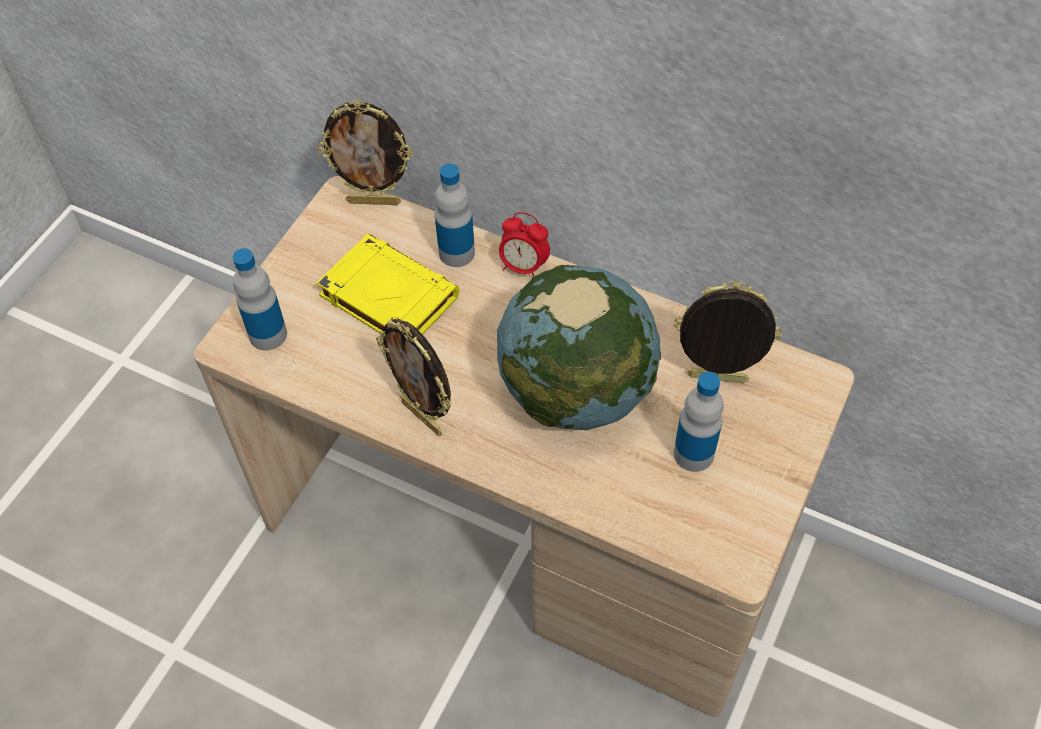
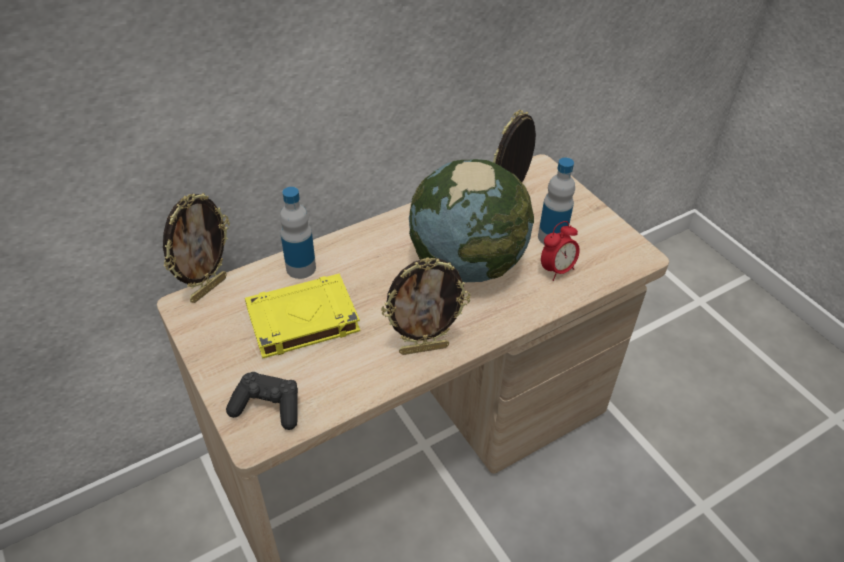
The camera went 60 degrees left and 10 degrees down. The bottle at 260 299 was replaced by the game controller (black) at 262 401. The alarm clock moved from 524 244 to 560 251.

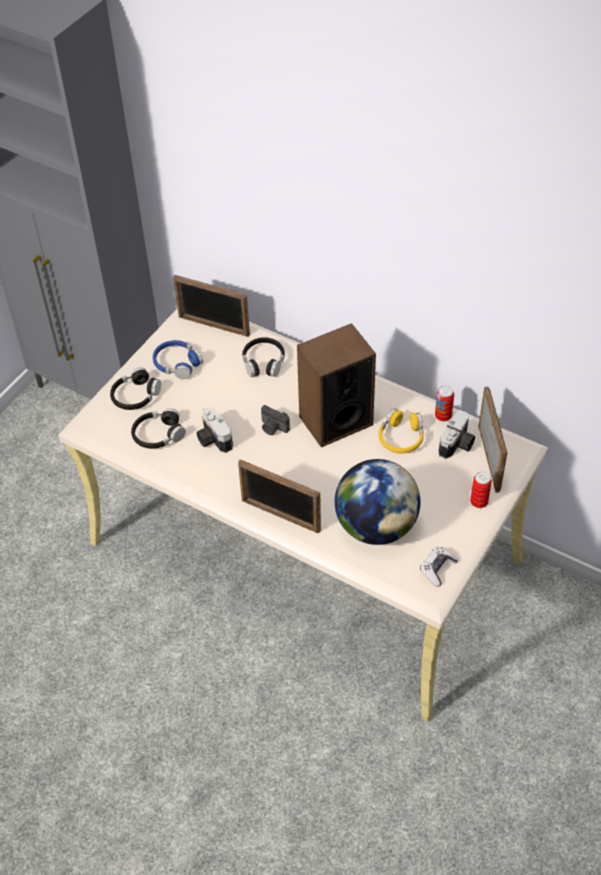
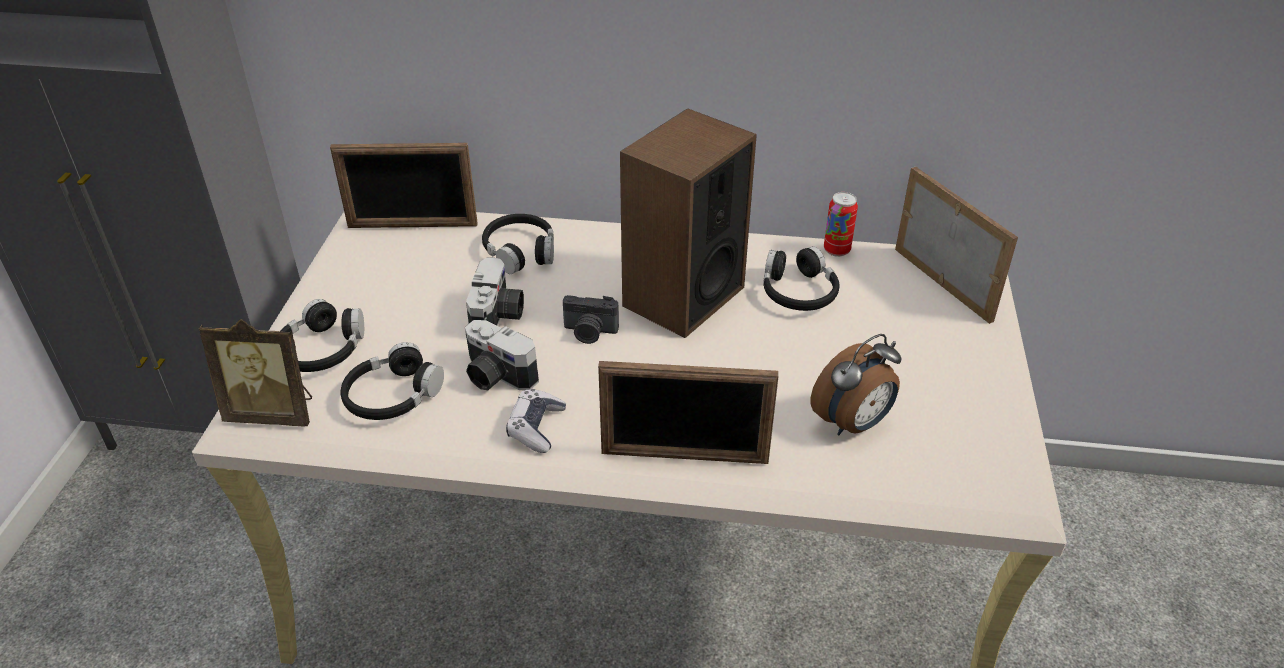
The camera went 25 degrees left and 10 degrees down. The headphones (blue) at 178 359 disappeared. The globe at 377 502 was replaced by the alarm clock at 856 385. The headphones (yellow) at 401 430 became the headphones (black) at 801 278. The game controller moved from 439 566 to 536 421. The photo camera moved from 457 434 to 495 291. The can at 481 489 disappeared. The picture frame at 255 373 appeared.

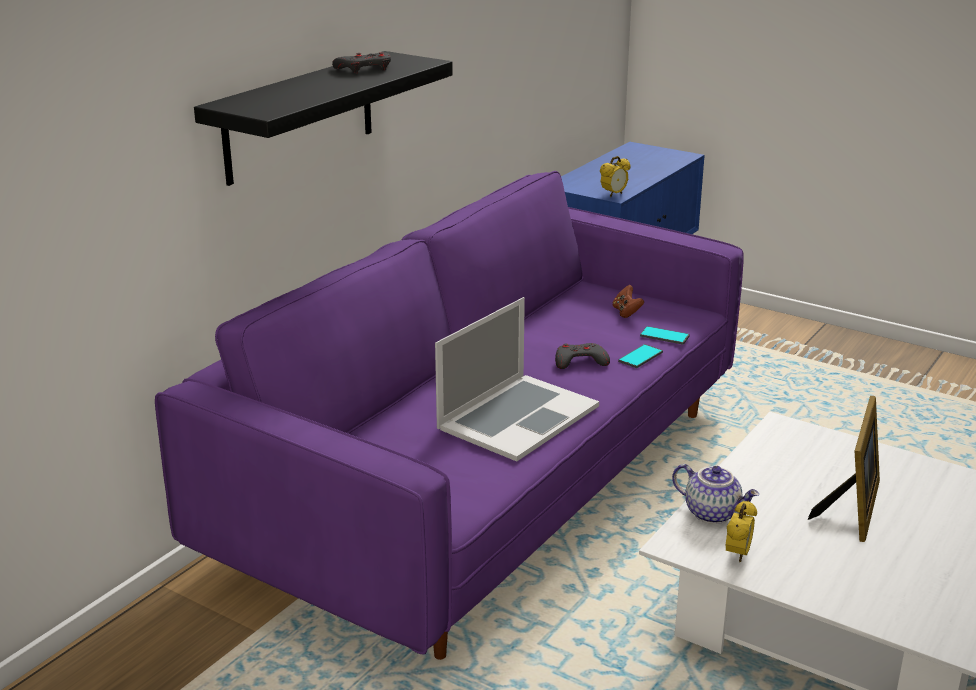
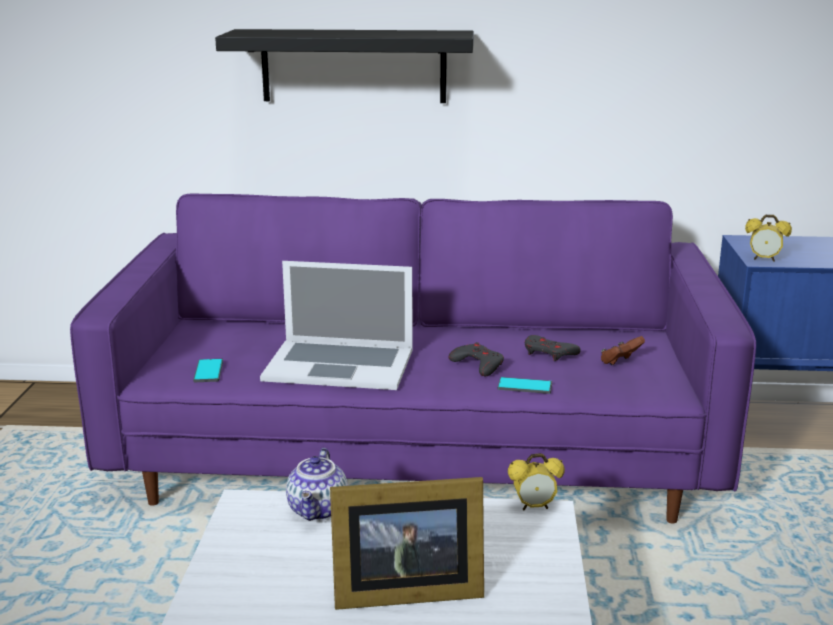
The camera went 60 degrees right and 5 degrees down. The game controller (grey) moved from 361 63 to 553 348. The phone moved from 665 335 to 208 370. The alarm clock moved from 741 531 to 536 481.

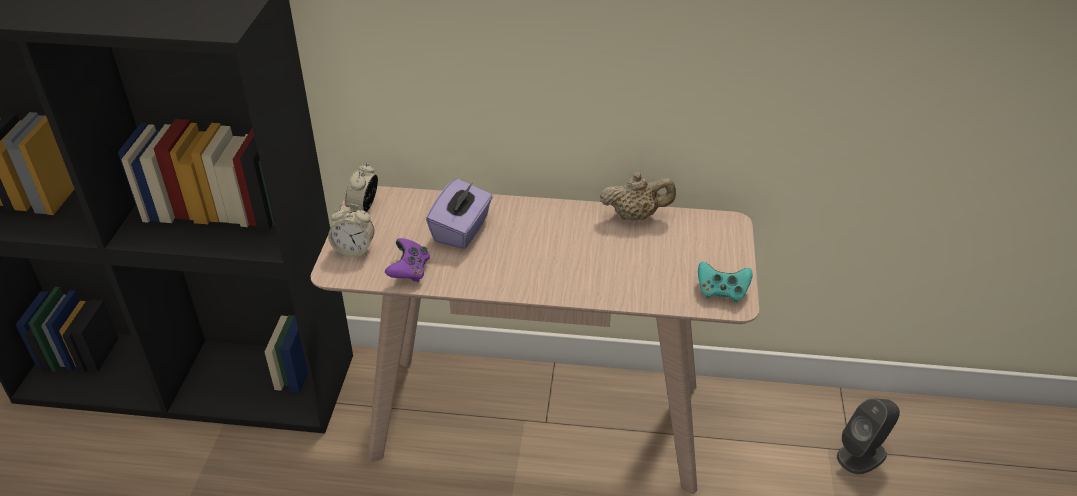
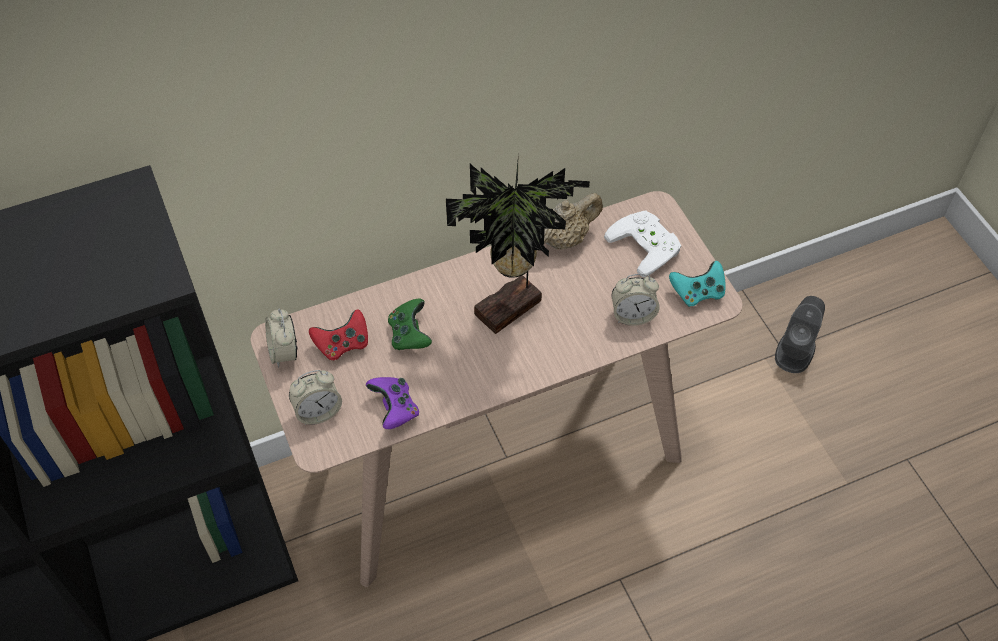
The camera went 30 degrees left and 15 degrees up. The tissue box (purple) at 459 214 was replaced by the game controller (green) at 410 324. The game controller (red) at 338 335 appeared. The potted plant at 518 242 appeared. The game controller (white) at 642 244 appeared. The alarm clock at 636 300 appeared.

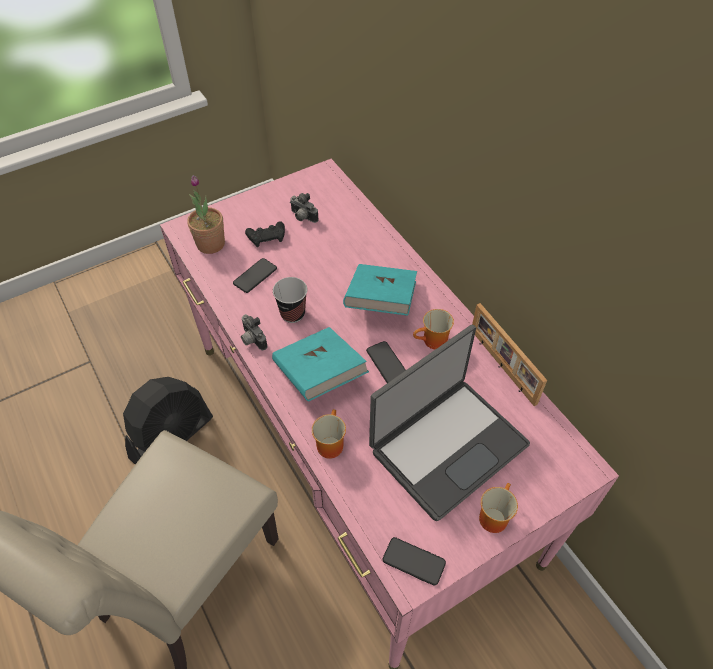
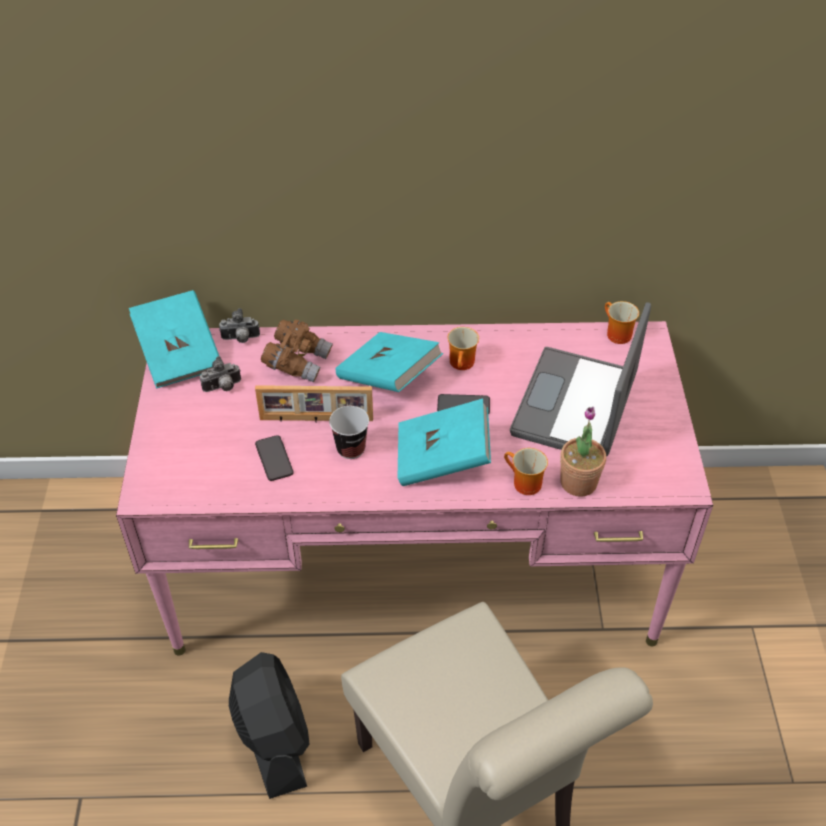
The camera went 60 degrees left and 5 degrees down. The potted plant moved from 206 214 to 583 452. The photo camera moved from 254 332 to 239 325. The game controller (black) at 265 234 disappeared. The laptop at 449 423 turned 150 degrees counterclockwise. The phone at 414 561 disappeared. The picture frame moved from 509 354 to 314 403. The mug moved from 498 508 to 622 322. The book (turquoise) at 174 339 appeared. The binoculars (brown) at 297 351 appeared.

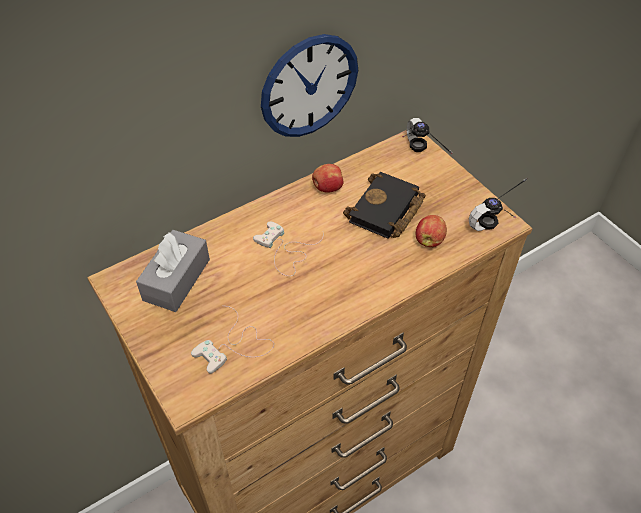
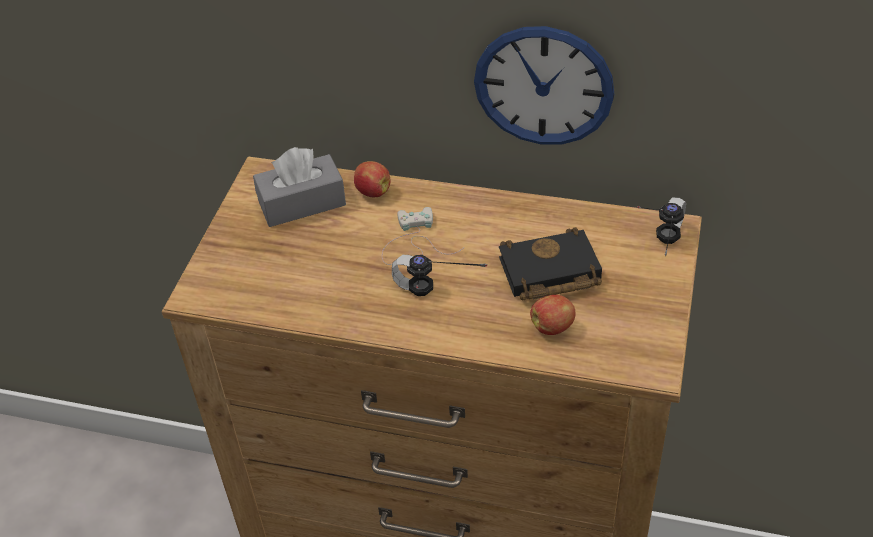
The camera went 50 degrees right and 5 degrees down. The game controller (white) at 232 340 disappeared. The apple moved from 328 178 to 372 179. The headphones moved from 498 204 to 439 275.

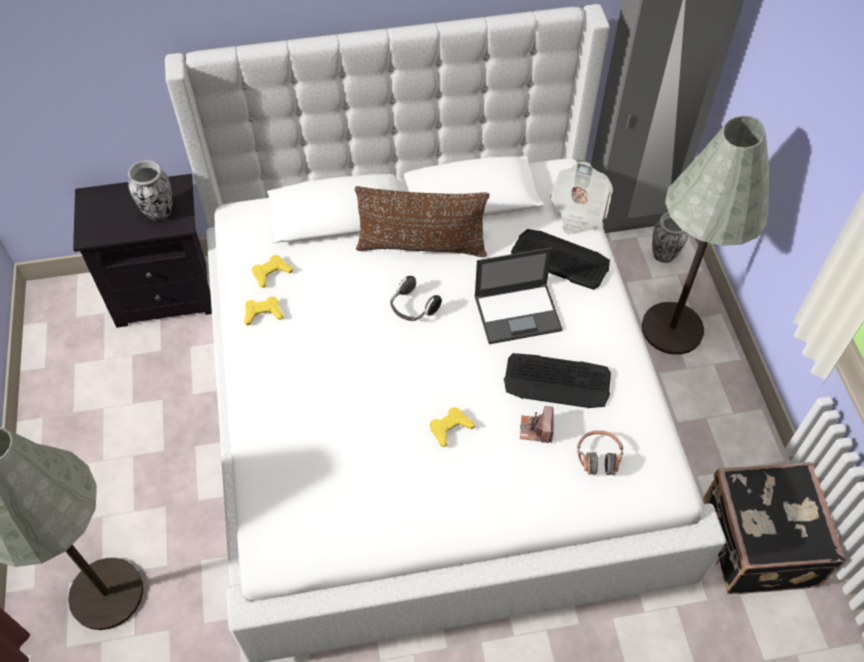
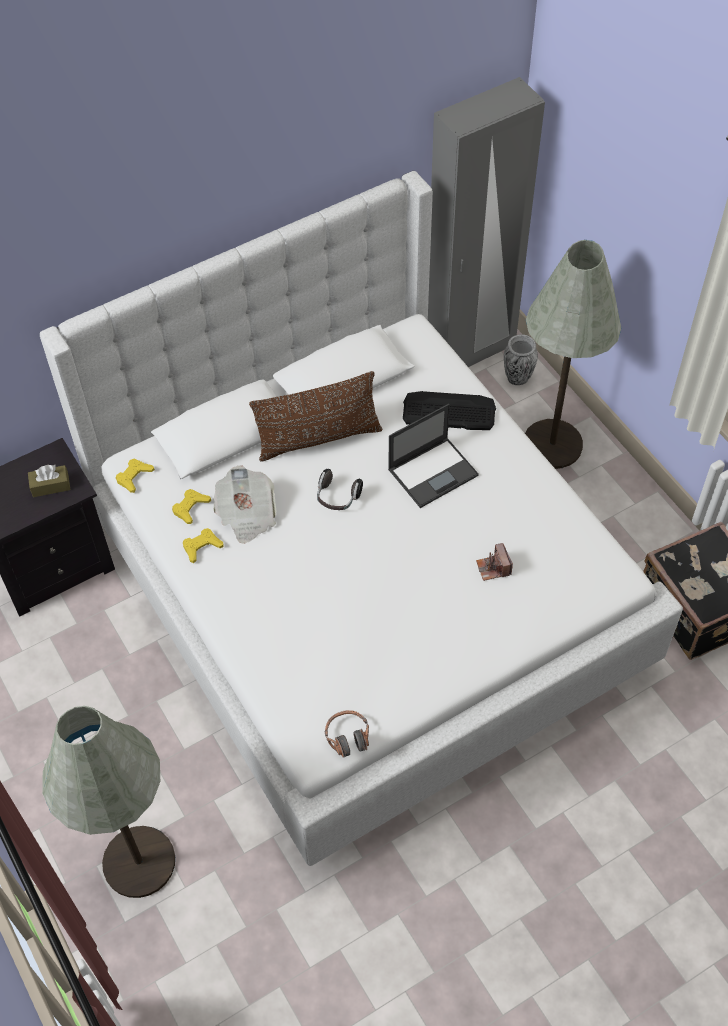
The camera went 20 degrees left and 0 degrees up. The vase at 150 190 was replaced by the tissue box (brown) at 49 481. The game controller (yellow) moved from 452 427 to 135 476. The keyboard at 557 380 disappeared. The newspaper moved from 581 198 to 244 505. The headphones moved from 600 453 to 347 734.

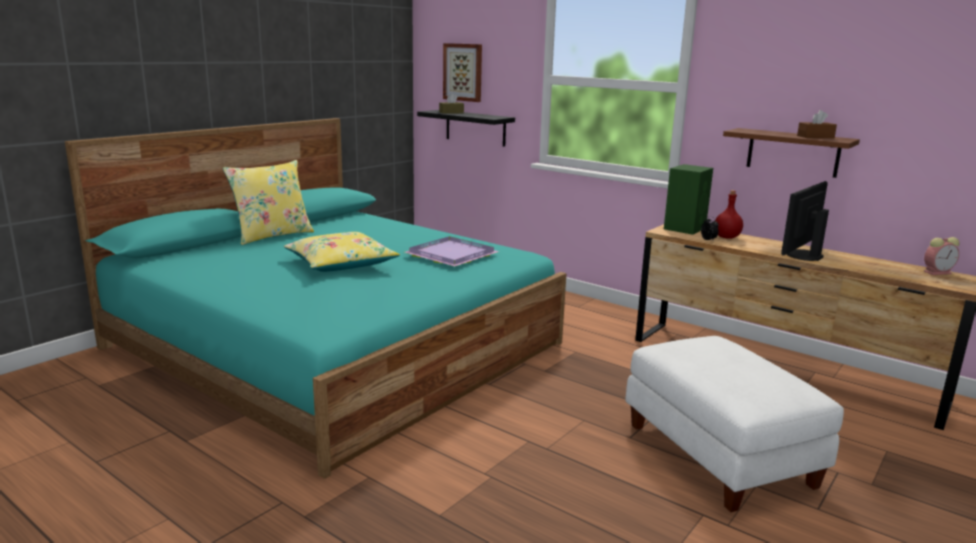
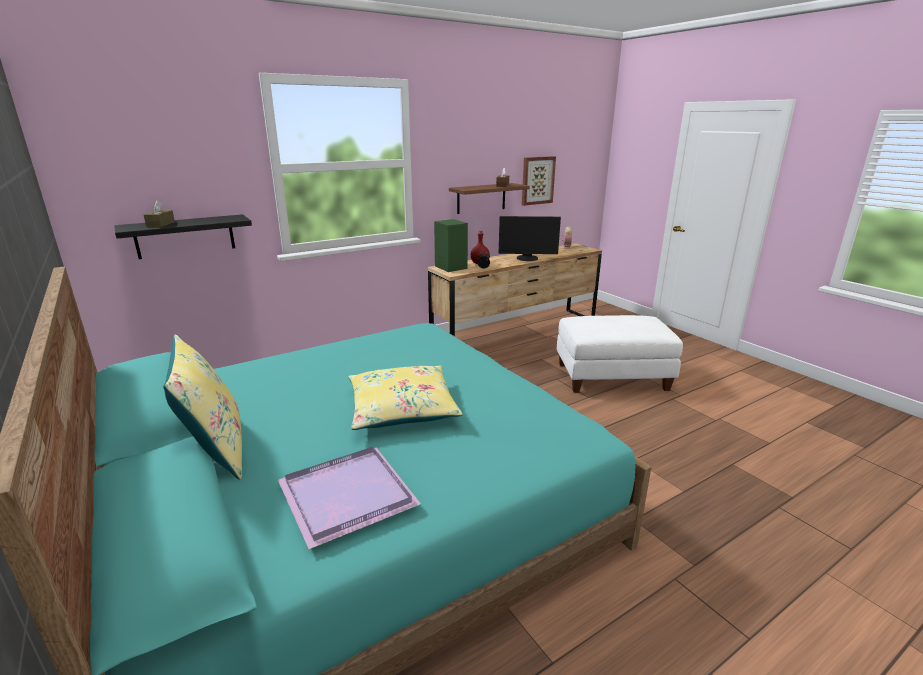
The camera went 70 degrees left and 5 degrees up. The tray (purple) moved from 451 251 to 349 498. The picture moved from 462 72 to 539 181. The monitor at 805 221 turned 60 degrees counterclockwise.

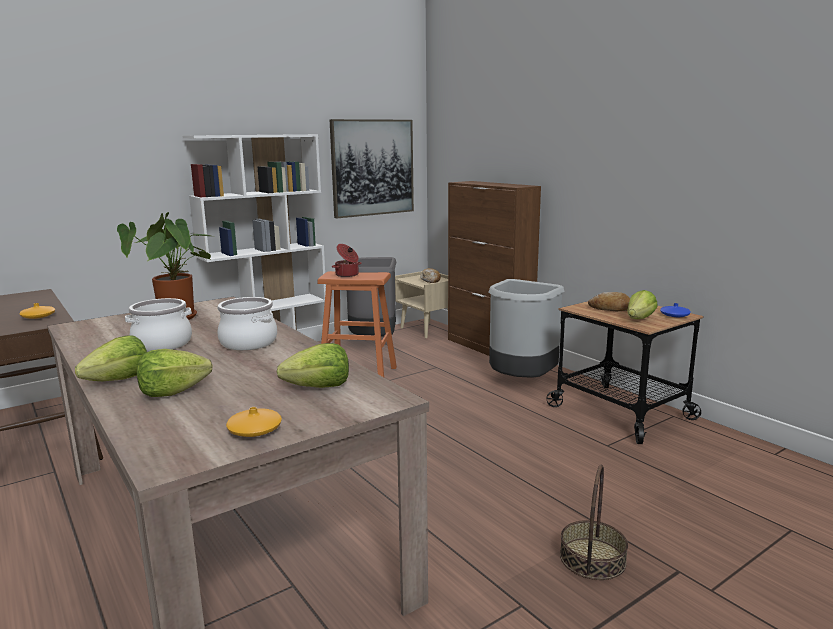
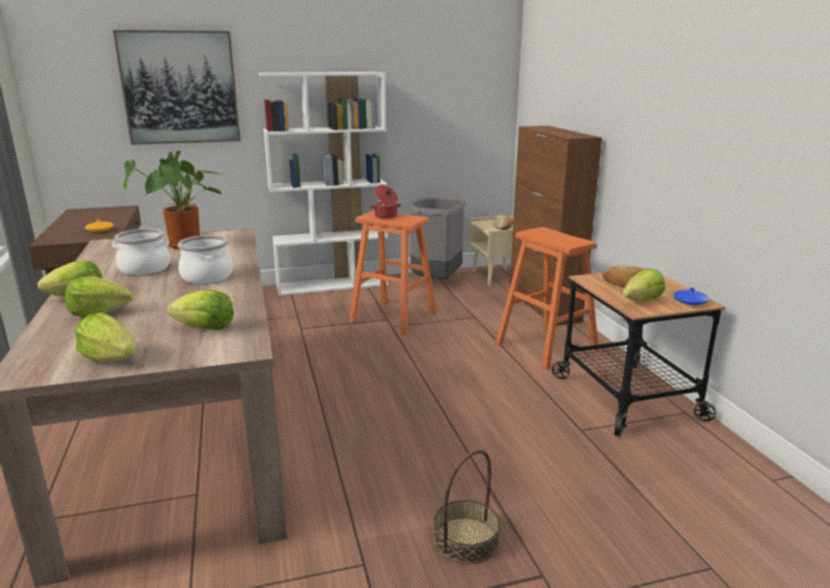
The camera went 20 degrees right and 5 degrees up. The vase (orange) at 254 422 was replaced by the lettuce at 105 337. The picture moved from 372 168 to 176 87. The trash can (grey) at 527 328 was replaced by the stool (orange) at 547 298.

